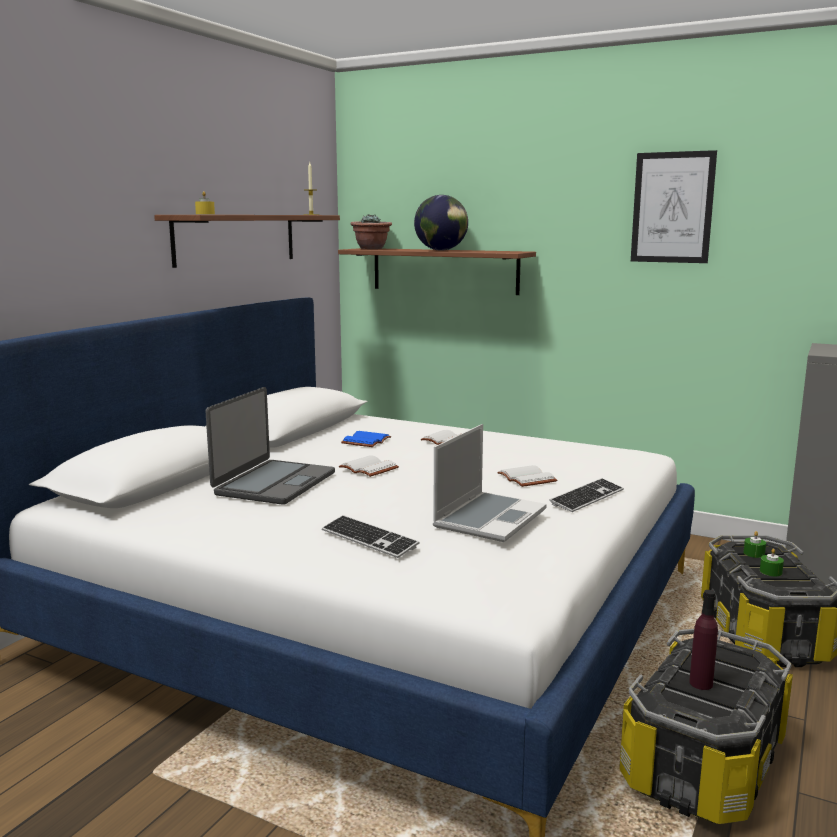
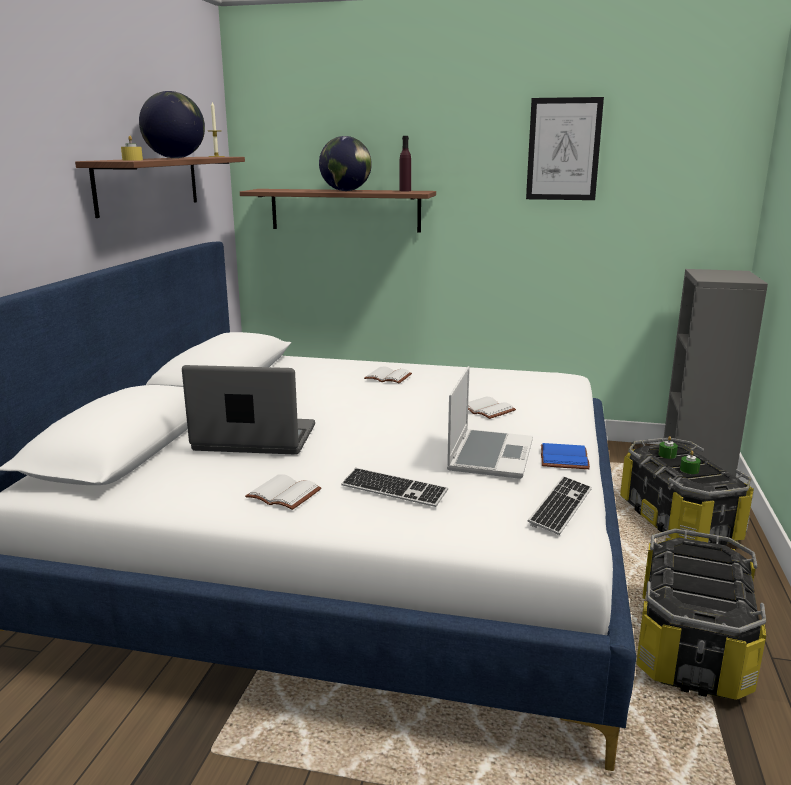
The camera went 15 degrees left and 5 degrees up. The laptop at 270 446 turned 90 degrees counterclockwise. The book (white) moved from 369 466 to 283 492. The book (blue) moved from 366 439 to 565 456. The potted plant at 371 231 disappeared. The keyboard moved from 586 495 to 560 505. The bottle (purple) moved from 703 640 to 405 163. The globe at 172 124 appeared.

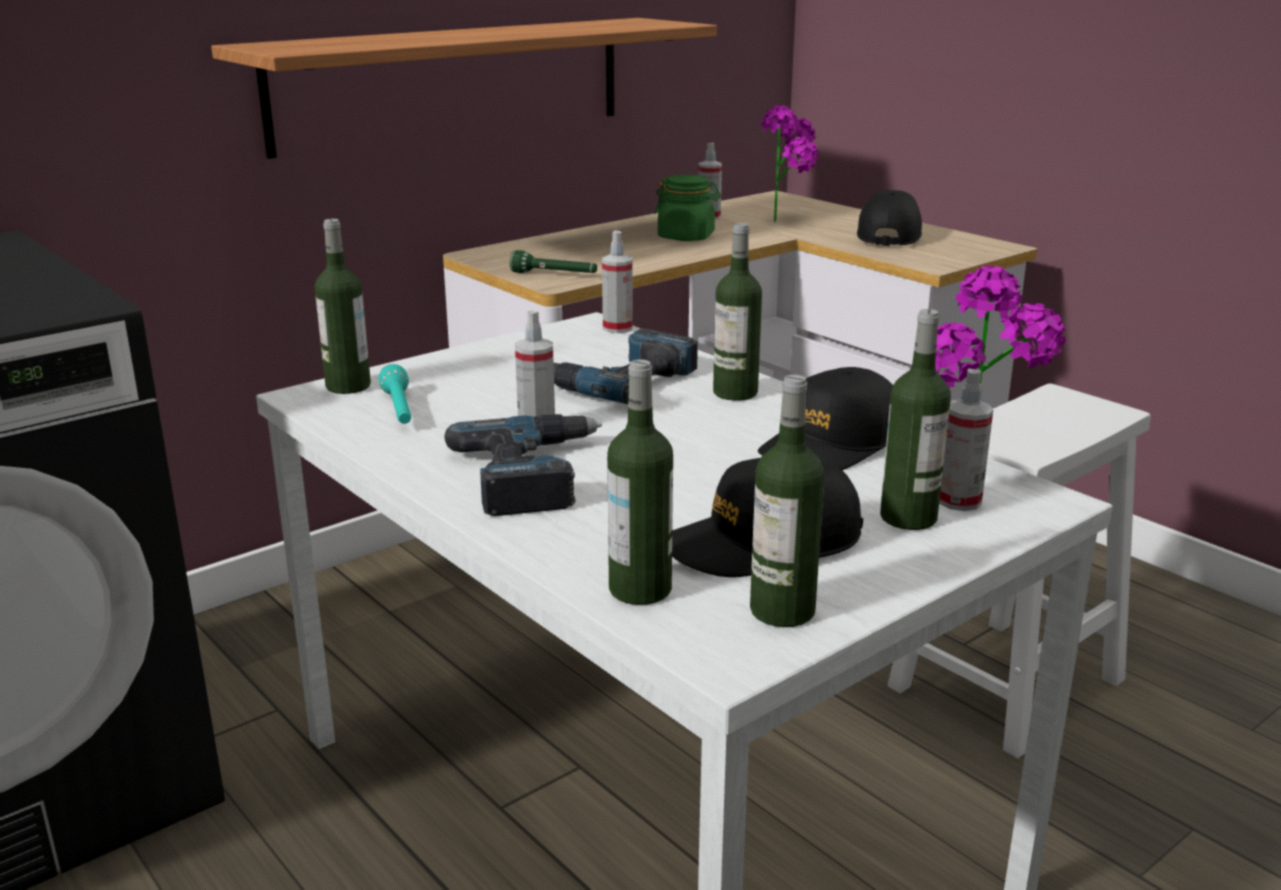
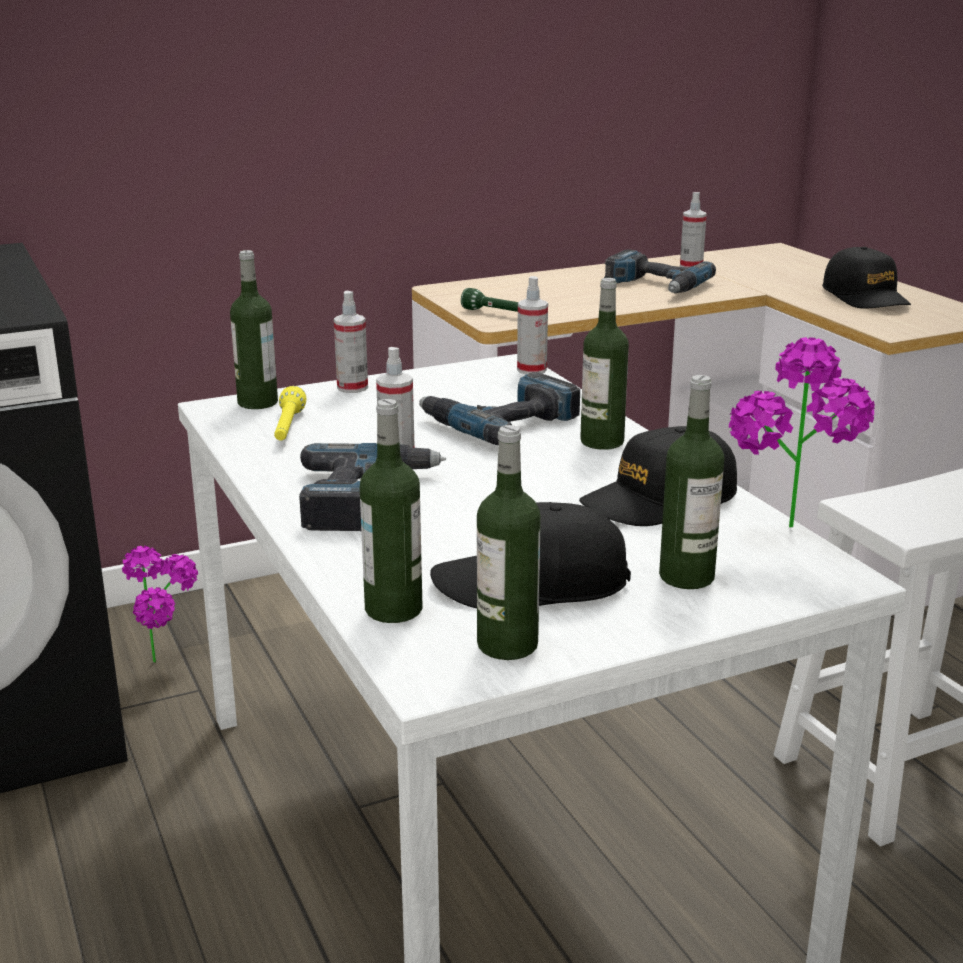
The camera went 15 degrees right and 0 degrees up. The shelf at 464 88 disappeared. The flashlight (turquoise) at 395 394 became the flashlight (yellow) at 290 413. The jar (green) at 687 208 was replaced by the power drill at 660 272. The potted plant moved from 790 163 to 160 604. The cap (black) at 889 218 turned 135 degrees clockwise. The spray bottle moved from 966 440 to 351 342.

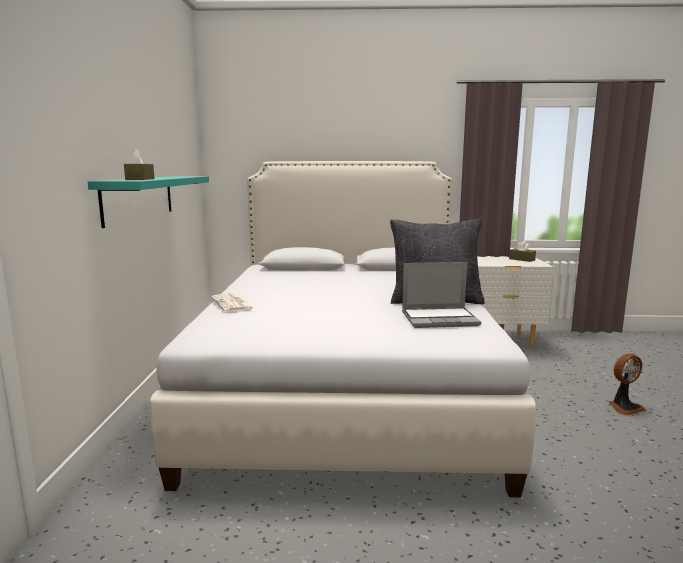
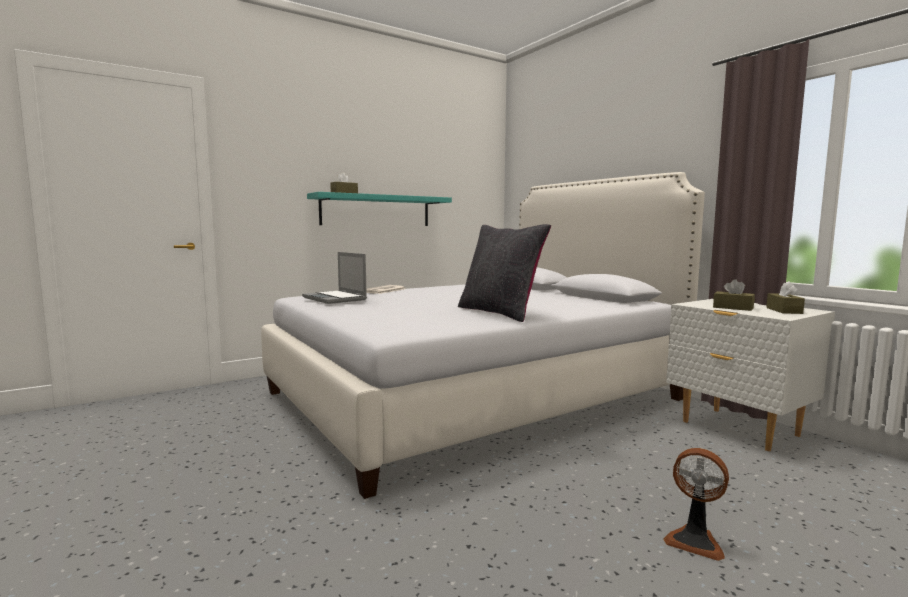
The camera went 55 degrees right and 5 degrees down. The laptop moved from 441 295 to 334 278. The tissue box (brown) at 734 295 appeared.

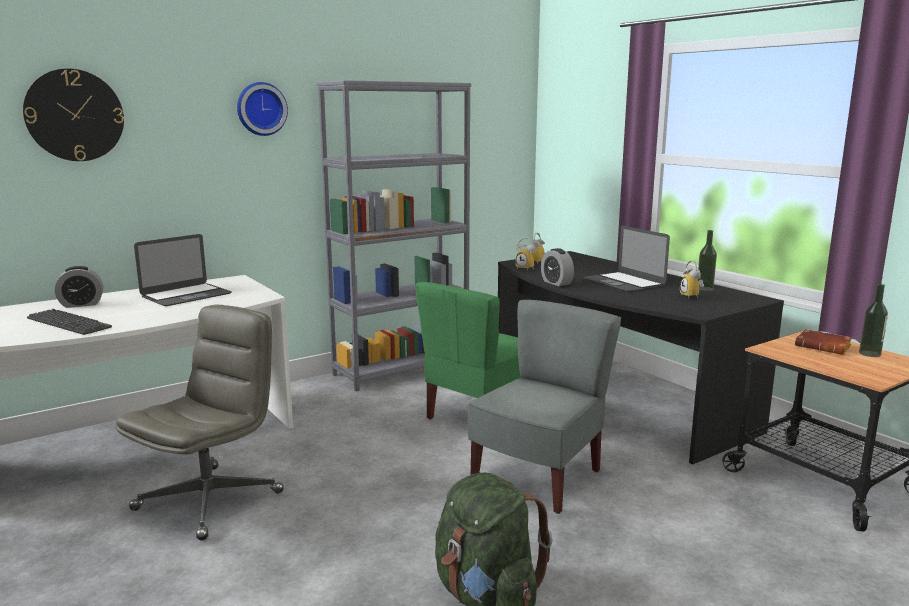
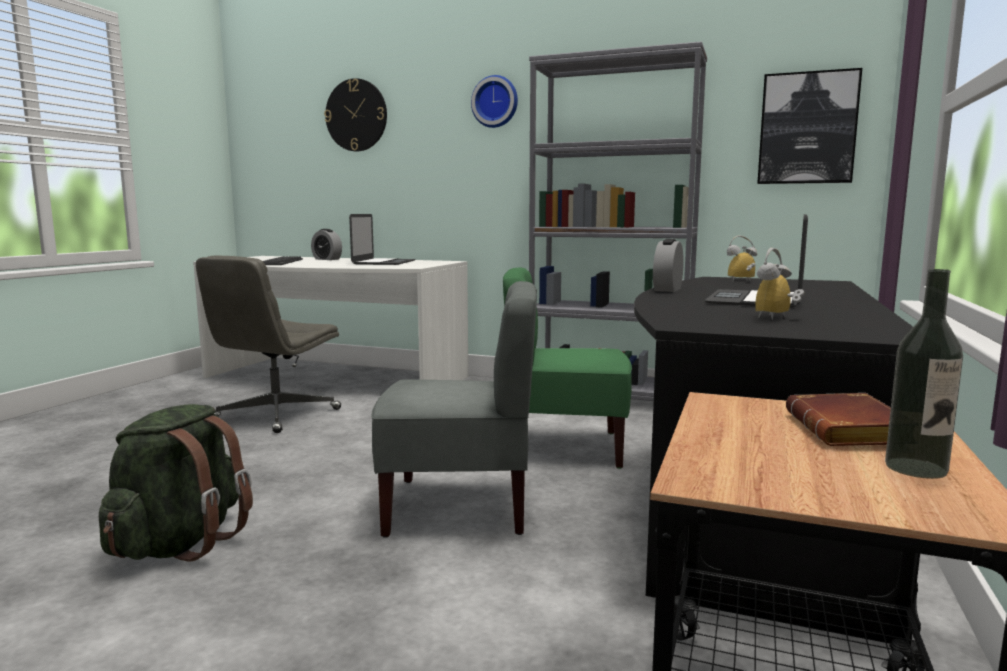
The camera went 55 degrees right and 5 degrees down. The office chair (grey) at 200 423 turned 120 degrees clockwise. The laptop at 183 270 turned 90 degrees counterclockwise. The alarm clock at 526 253 disappeared. The bottle at 707 260 disappeared. The picture at 809 126 appeared.

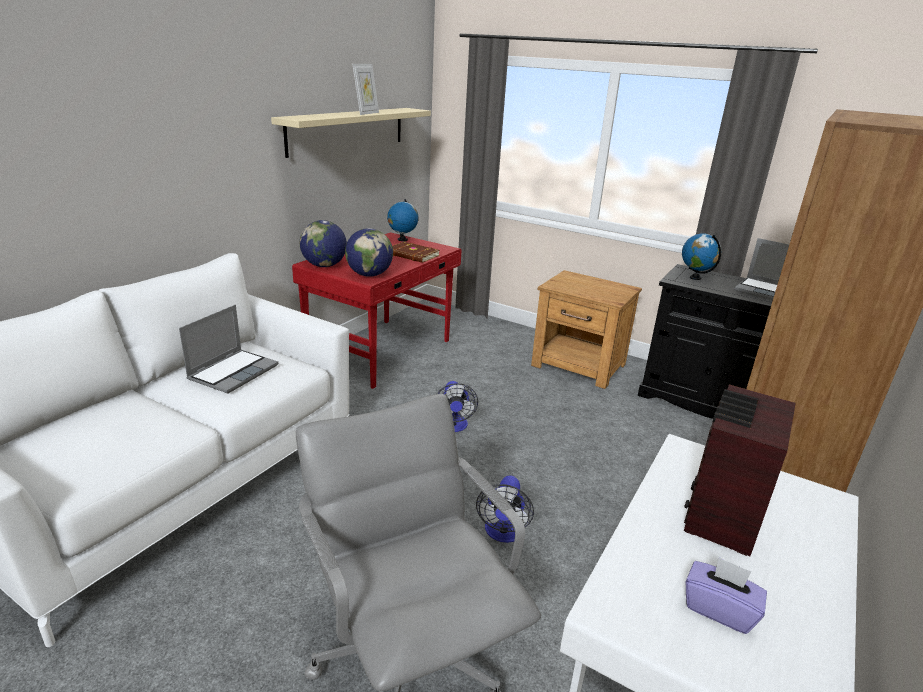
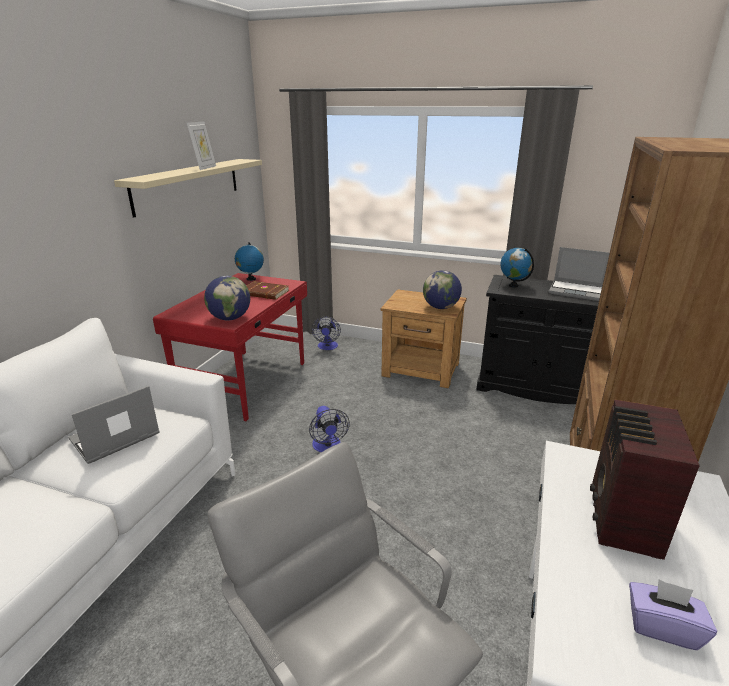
The camera went 10 degrees left and 0 degrees up. The laptop at 228 349 turned 150 degrees counterclockwise. The globe moved from 323 243 to 442 289. The fan moved from 505 509 to 326 333.

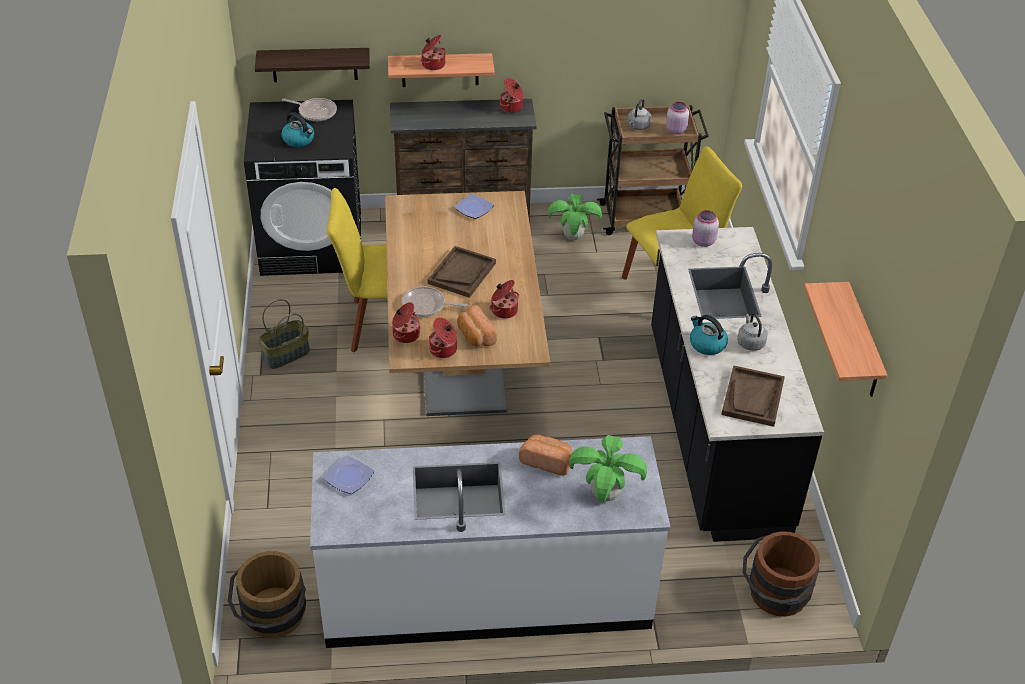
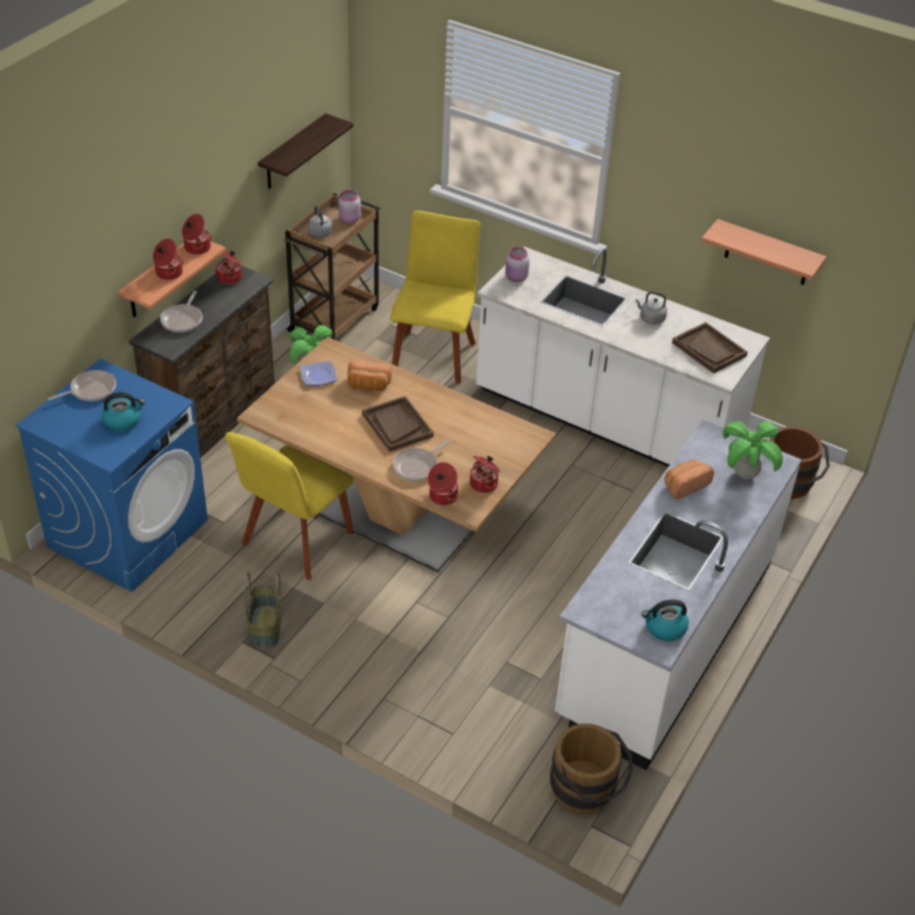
The camera went 55 degrees left and 0 degrees up. The washing machine (black) at 302 188 became the washing machine (blue) at 111 475. The shelf moved from 312 65 to 305 151. The plate at 349 474 disappeared. The bread moved from 477 326 to 369 375. The cooking pot moved from 504 299 to 196 234. The counter (black) at 737 384 became the counter (white) at 623 357. The kettle moved from 709 335 to 665 620. The frying pan at 181 311 appeared.

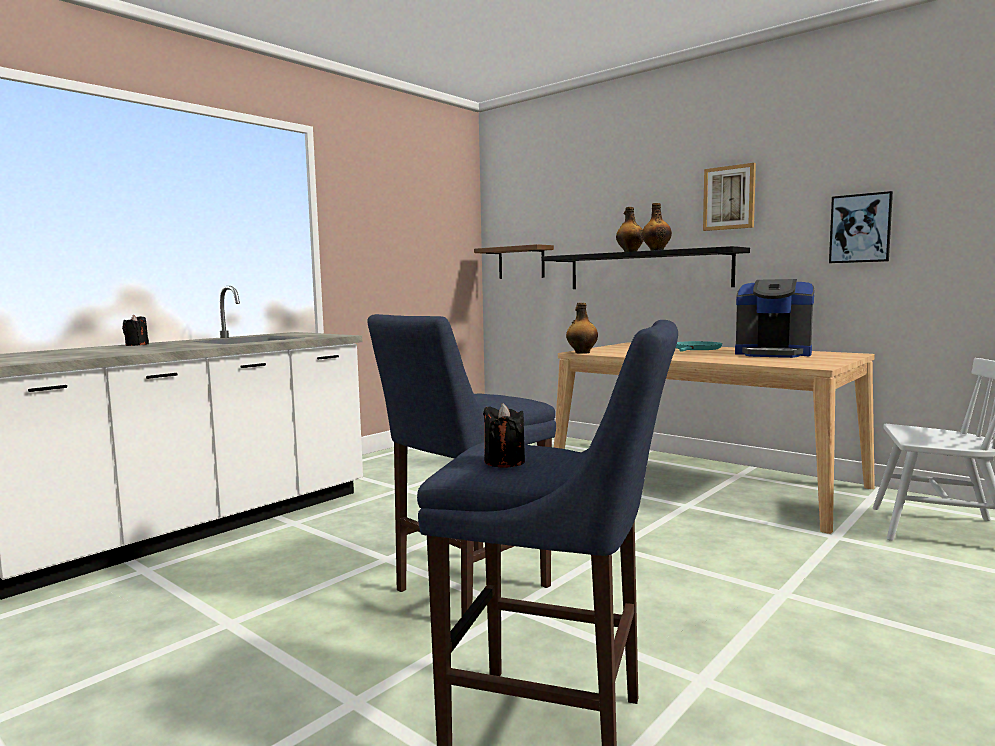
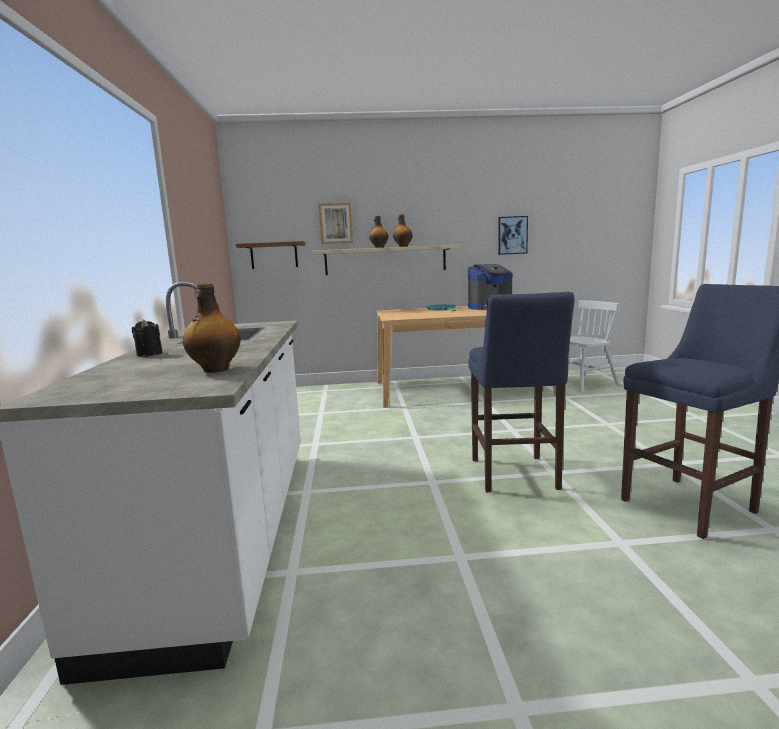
The camera went 45 degrees left and 5 degrees up. The candle (black) at 504 435 disappeared. The shelf (black) at 645 267 became the shelf (beige) at 386 260. The bottle moved from 582 328 to 212 328. The picture moved from 729 197 to 336 223.

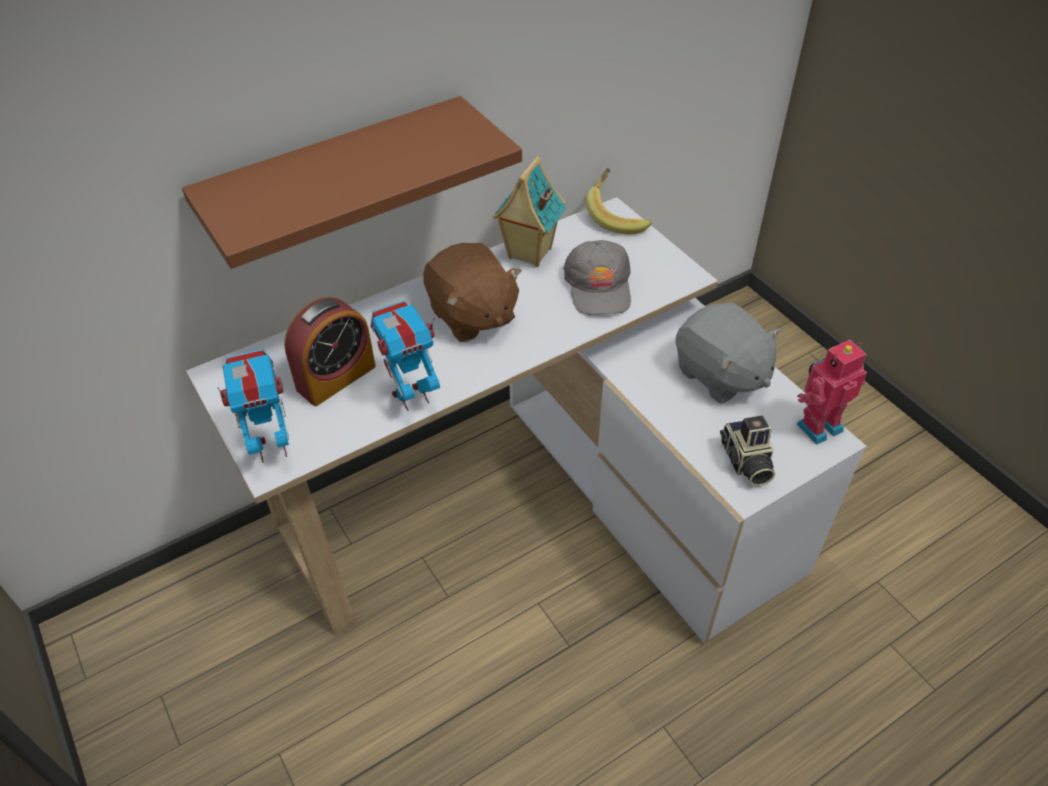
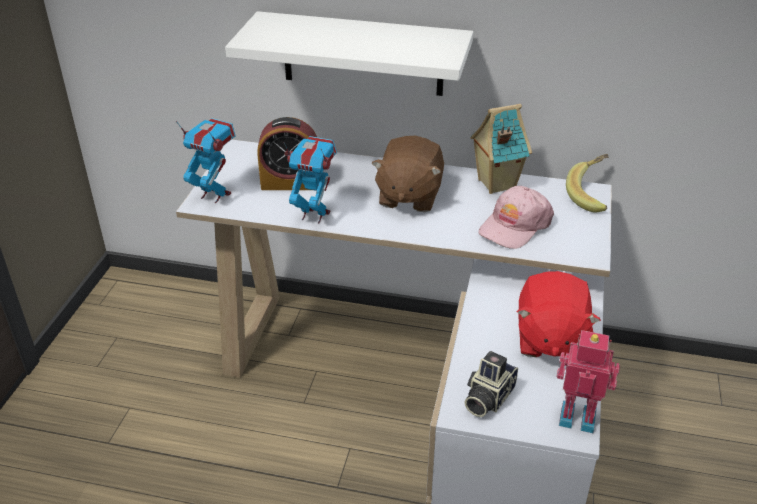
The camera went 45 degrees right and 10 degrees down. The shelf (brown) at 352 182 became the shelf (white) at 349 53. The cap (grey) at 597 277 became the cap (pink) at 516 217. The plush toy (grey) at 728 353 became the plush toy (red) at 559 314.

